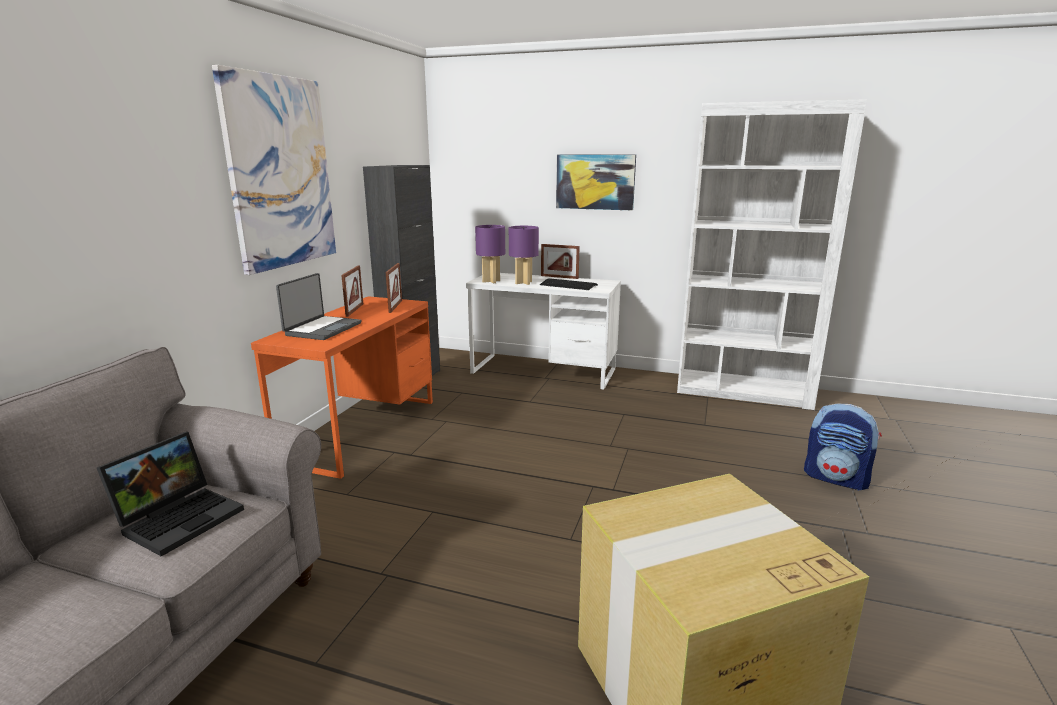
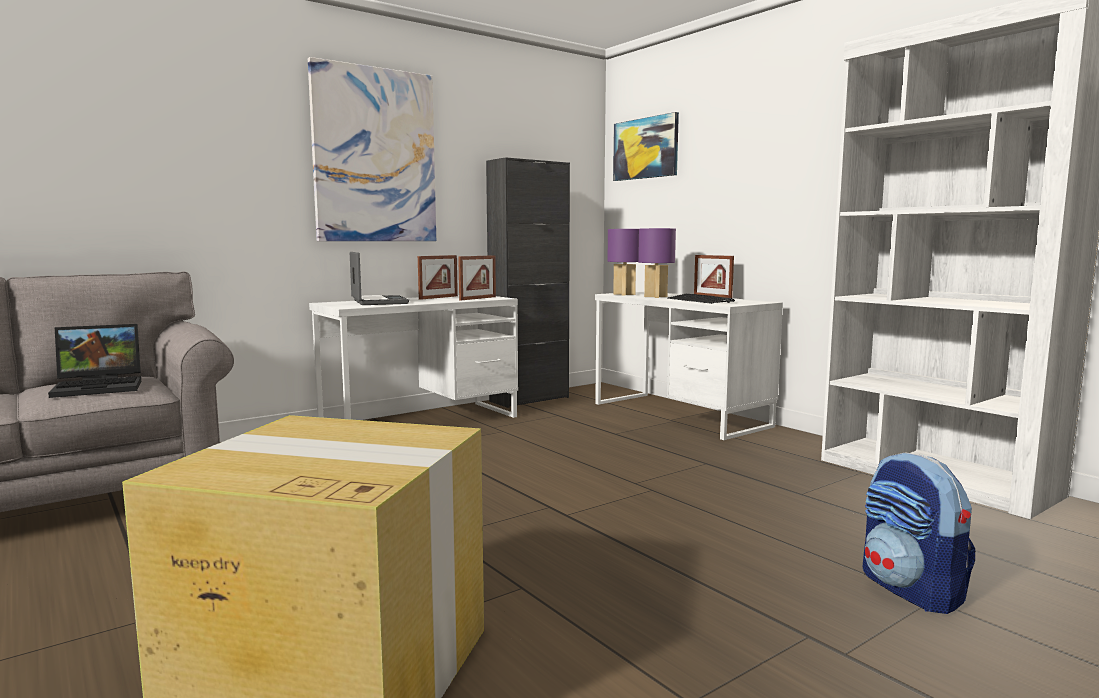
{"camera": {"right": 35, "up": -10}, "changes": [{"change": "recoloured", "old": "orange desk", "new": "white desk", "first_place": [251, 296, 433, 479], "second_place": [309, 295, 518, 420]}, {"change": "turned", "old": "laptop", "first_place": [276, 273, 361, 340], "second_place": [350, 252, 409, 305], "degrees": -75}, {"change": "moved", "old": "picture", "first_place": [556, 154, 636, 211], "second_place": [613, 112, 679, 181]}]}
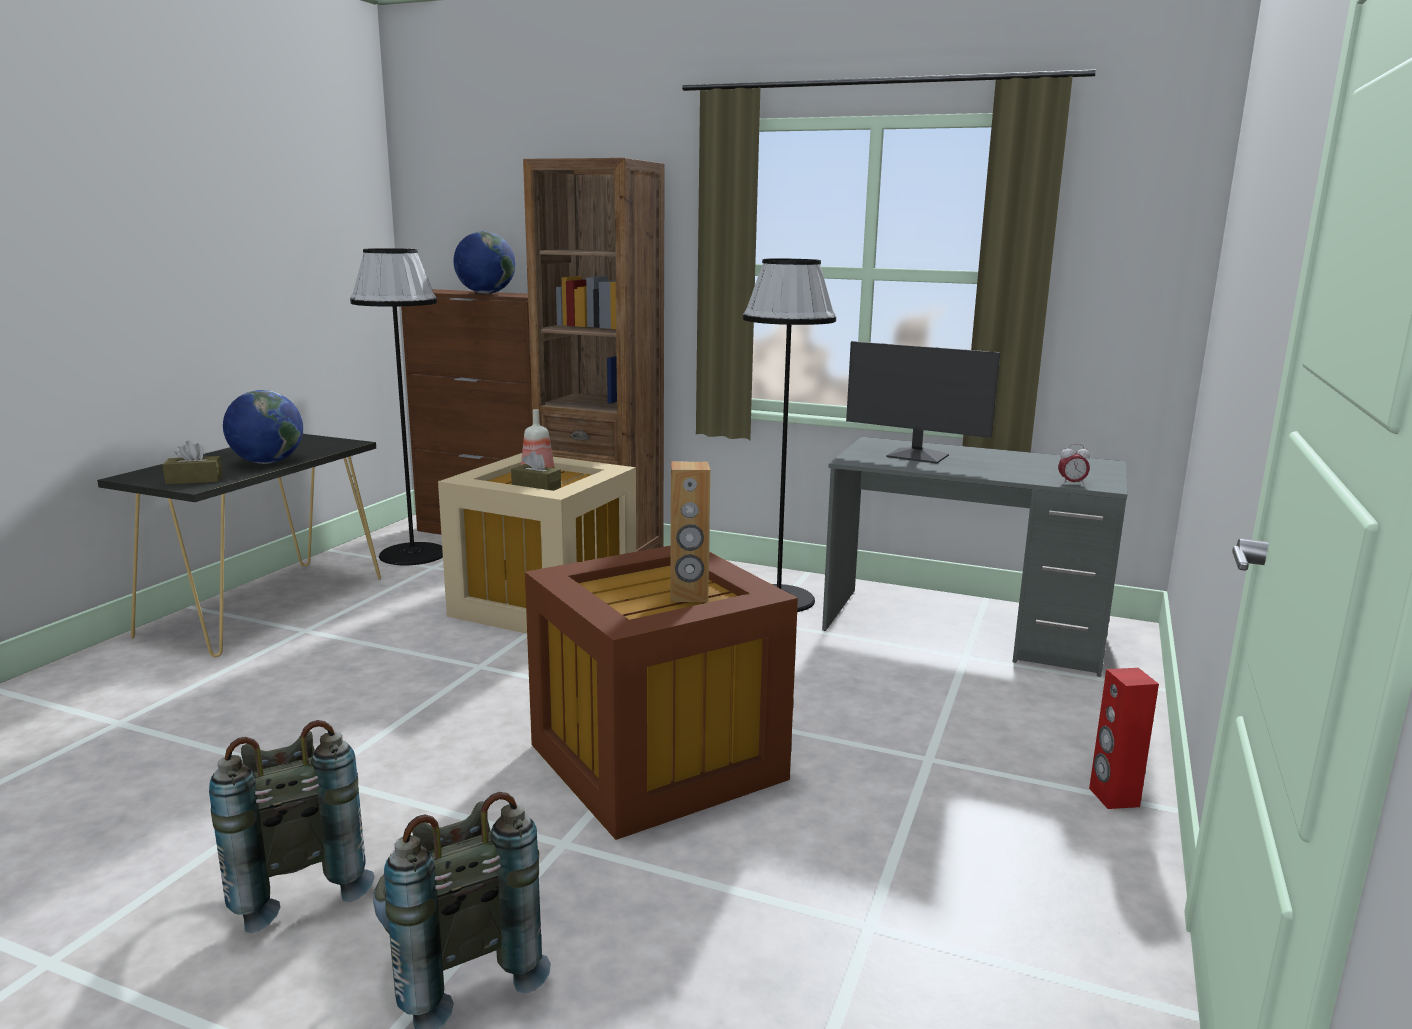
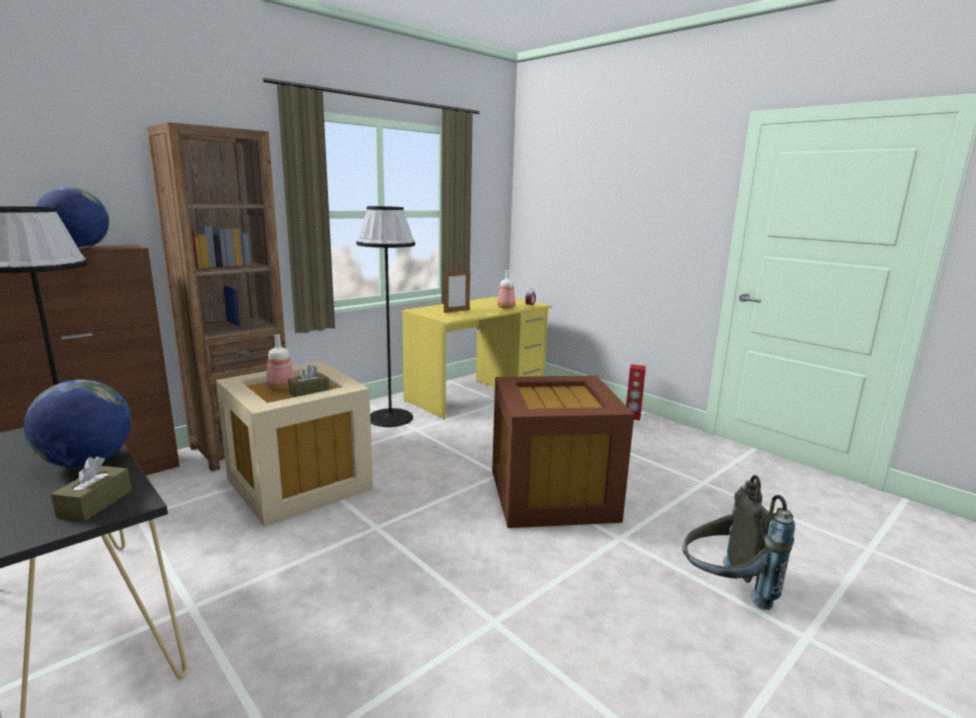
{"camera": {"right": -65, "up": 0}, "changes": [{"change": "recoloured", "old": "grey desk", "new": "yellow desk", "first_place": [822, 437, 1127, 677], "second_place": [401, 296, 552, 419]}, {"change": "replaced", "old": "monitor", "new": "picture frame", "first_place": [846, 341, 1000, 464], "second_place": [444, 268, 470, 313]}, {"change": "added", "new": "bottle", "second_place": [497, 270, 516, 309]}, {"change": "removed", "old": "grey backpack", "first_place": [209, 720, 375, 934]}, {"change": "removed", "old": "brown speaker", "first_place": [670, 461, 710, 602]}]}
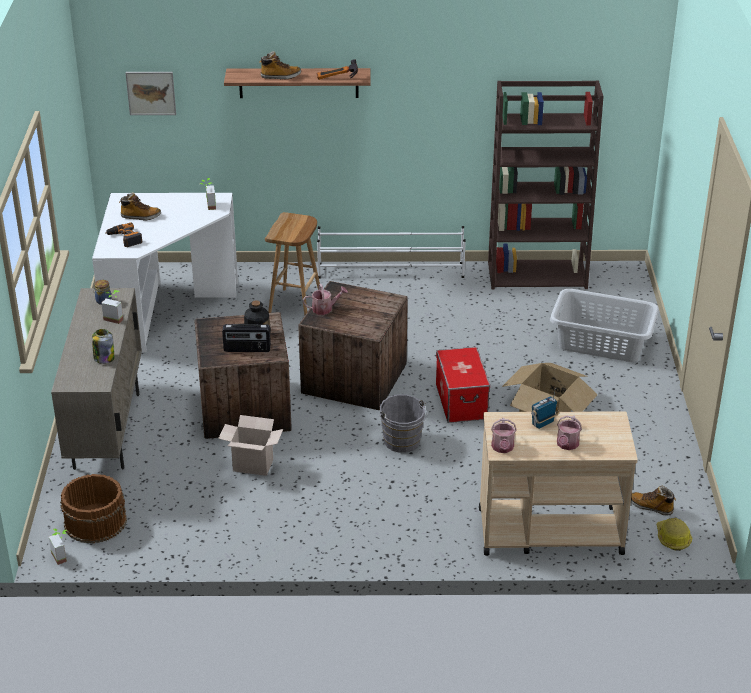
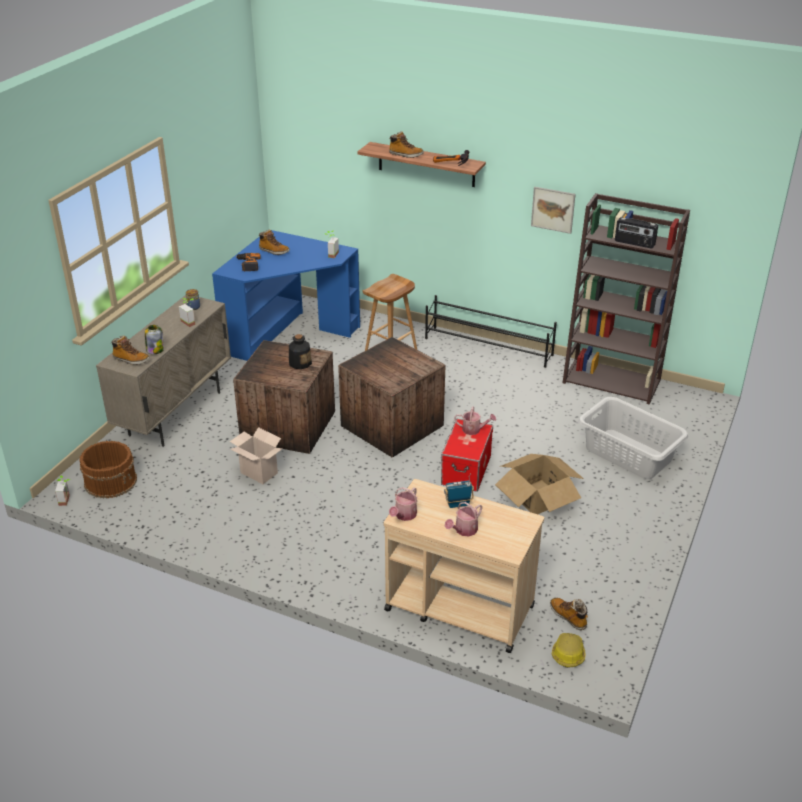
{"camera": {"right": 25, "up": 0}, "changes": [{"change": "added", "new": "boot", "second_place": [111, 336, 149, 365]}, {"change": "recoloured", "old": "white desk", "new": "blue desk", "first_place": [92, 193, 238, 352], "second_place": [212, 229, 360, 361]}, {"change": "recoloured", "old": "white shoe rack", "new": "black shoe rack", "first_place": [317, 226, 466, 278], "second_place": [425, 295, 557, 368]}, {"change": "moved", "old": "watering can", "first_place": [303, 284, 348, 315], "second_place": [454, 407, 496, 435]}, {"change": "moved", "old": "picture", "first_place": [125, 72, 176, 115], "second_place": [531, 187, 576, 234]}, {"change": "moved", "old": "radio", "first_place": [222, 324, 271, 352], "second_place": [615, 217, 658, 248]}, {"change": "removed", "old": "grey bucket", "first_place": [380, 394, 428, 453]}]}
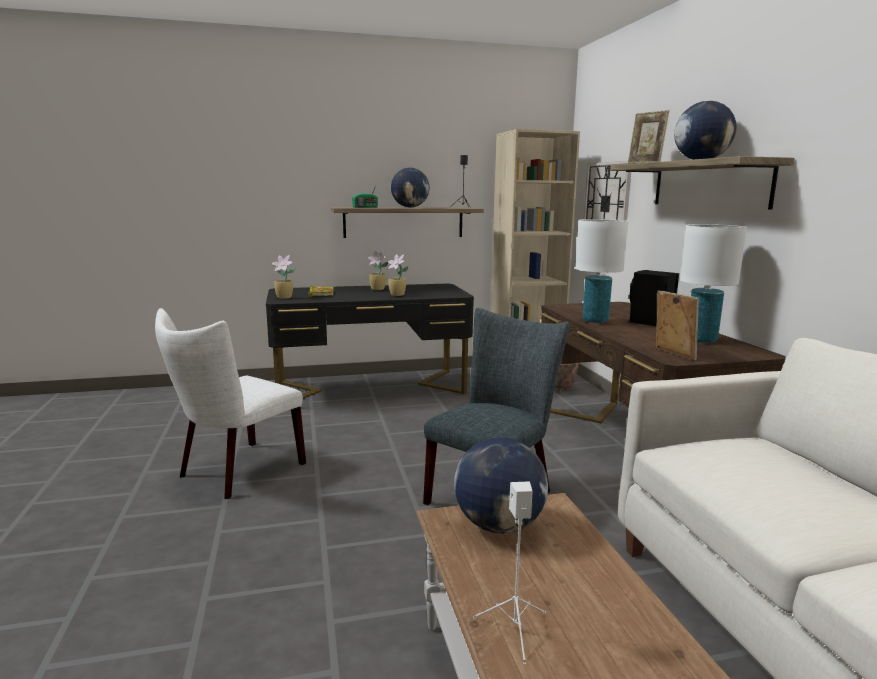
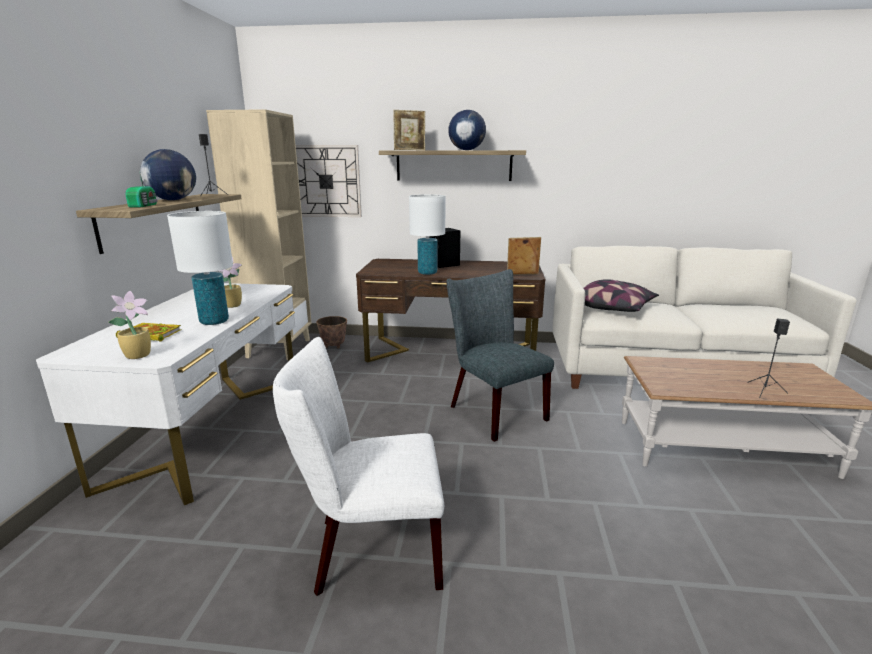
{"camera": {"right": -70, "up": 5}, "changes": [{"change": "recoloured", "old": "black desk", "new": "white desk", "first_place": [266, 284, 474, 399], "second_place": [36, 283, 295, 505]}, {"change": "moved", "old": "white table lamp", "first_place": [680, 224, 747, 343], "second_place": [167, 211, 233, 325]}, {"change": "turned", "old": "white chair", "first_place": [155, 308, 306, 499], "second_place": [273, 337, 444, 596], "degrees": 120}, {"change": "added", "new": "pillow", "second_place": [584, 279, 659, 312]}, {"change": "recoloured", "old": "white speaker", "new": "black speaker", "first_place": [473, 481, 546, 665], "second_place": [747, 319, 790, 398]}, {"change": "removed", "old": "potted plant", "first_place": [368, 251, 389, 290]}, {"change": "removed", "old": "globe", "first_place": [454, 437, 548, 533]}]}
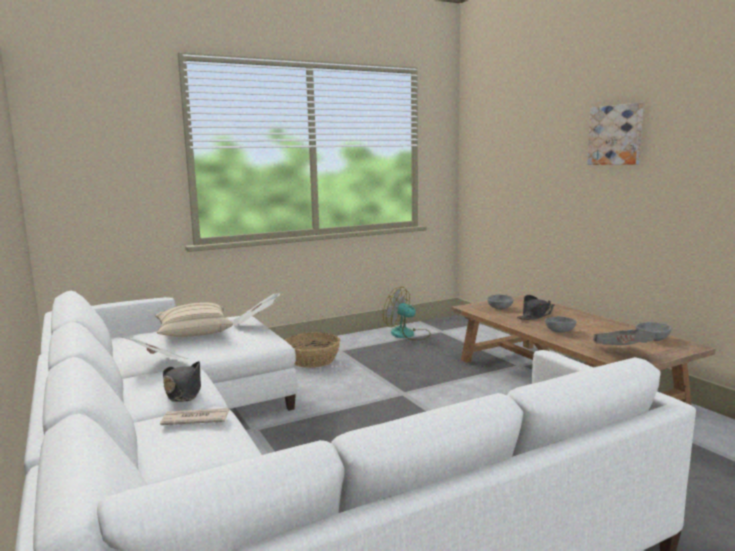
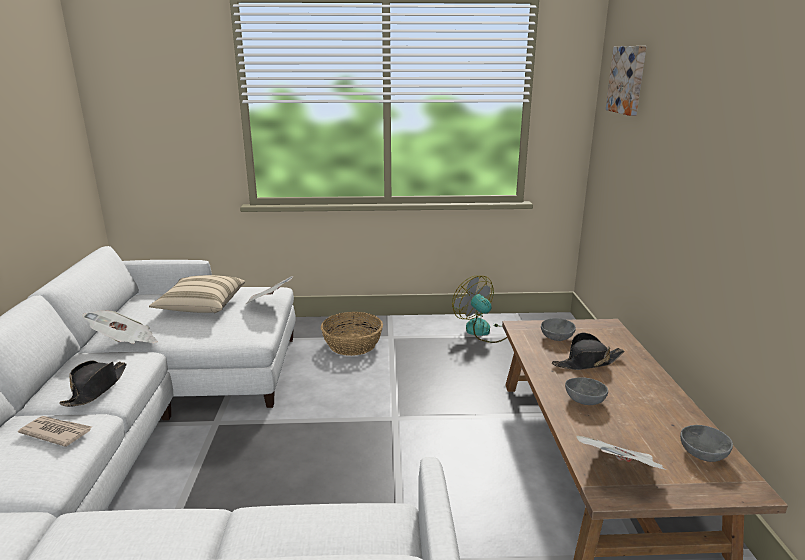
{"camera": {"right": 25, "up": 10}, "changes": [{"change": "moved", "old": "picture", "first_place": [587, 102, 644, 165], "second_place": [606, 46, 646, 116]}]}
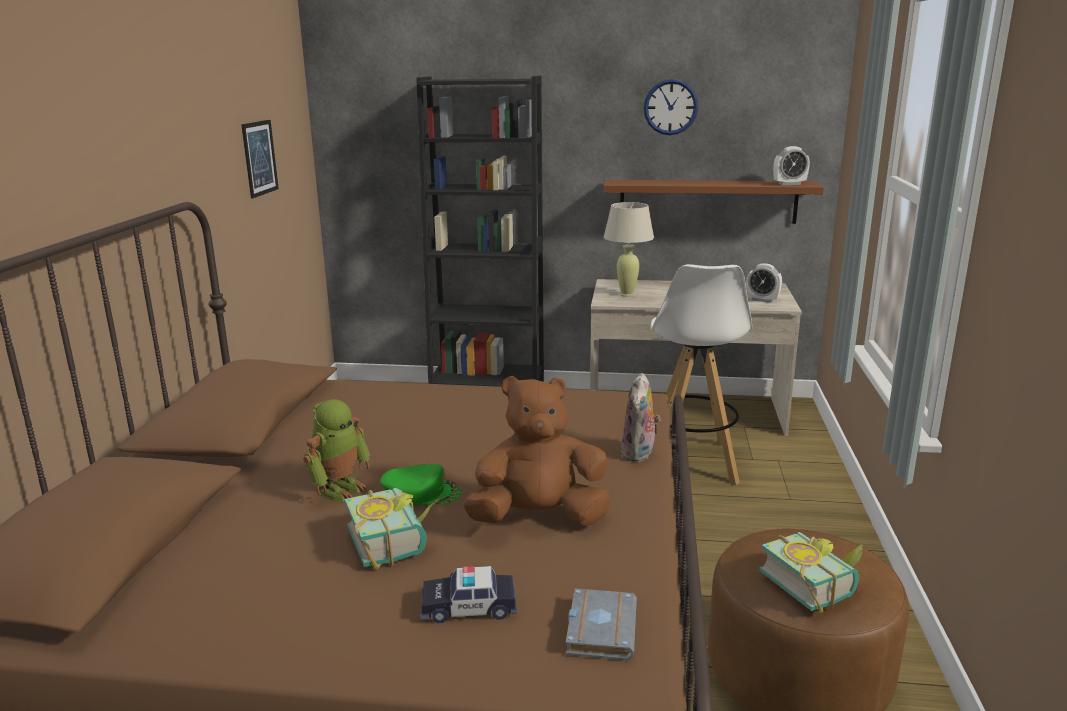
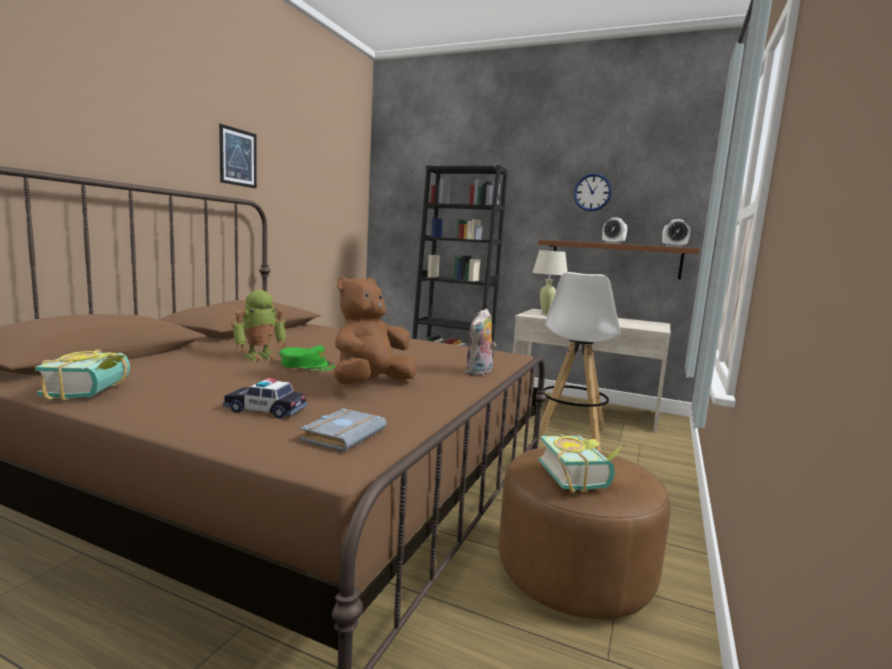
{"camera": {"right": 15, "up": -10}, "changes": [{"change": "moved", "old": "book", "first_place": [345, 488, 440, 569], "second_place": [35, 350, 130, 401]}, {"change": "moved", "old": "picture", "first_place": [241, 120, 279, 199], "second_place": [219, 124, 257, 188]}, {"change": "turned", "old": "brown plush toy", "first_place": [463, 376, 611, 526], "second_place": [334, 276, 416, 384], "degrees": -60}, {"change": "moved", "old": "alarm clock", "first_place": [746, 263, 782, 303], "second_place": [602, 217, 627, 244]}]}
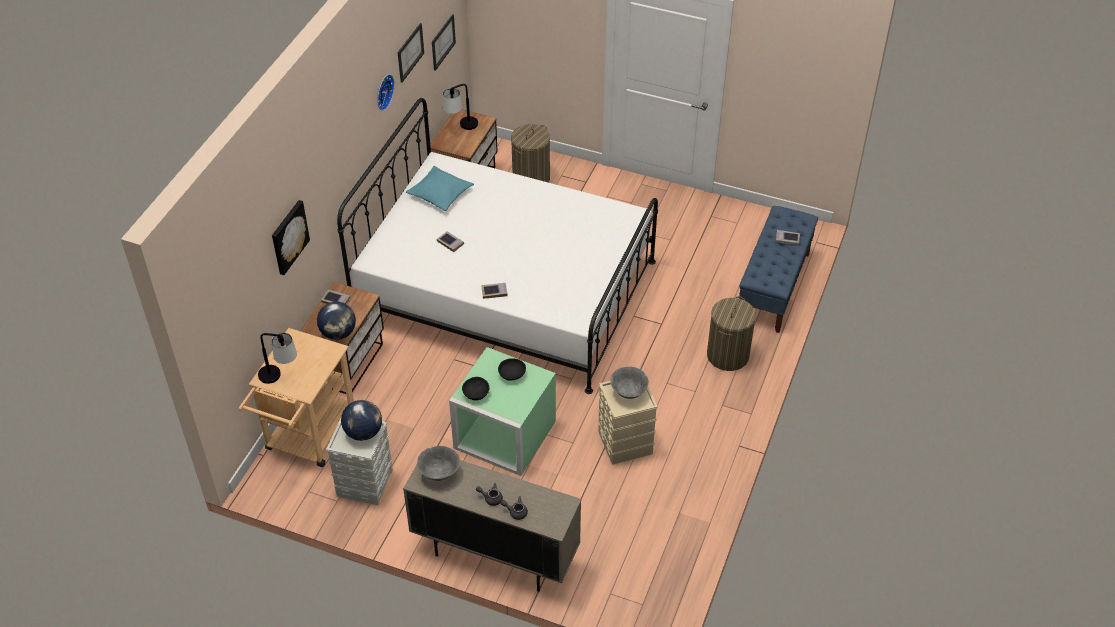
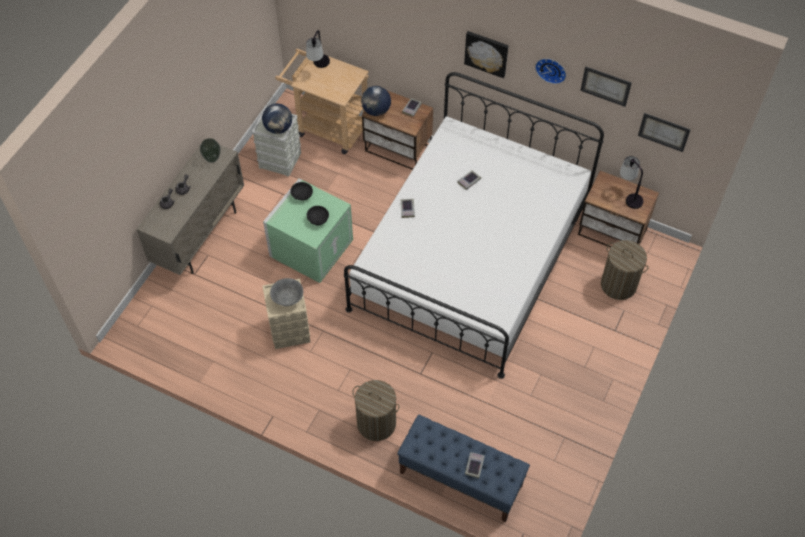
{"camera": {"right": 95, "up": 10}, "changes": [{"change": "replaced", "old": "grey bowl", "new": "vase", "first_place": [417, 446, 460, 481], "second_place": [200, 138, 220, 163]}, {"change": "moved", "old": "picture", "first_place": [272, 200, 310, 275], "second_place": [464, 31, 509, 78]}, {"change": "removed", "old": "turquoise pillow", "first_place": [406, 166, 474, 211]}]}
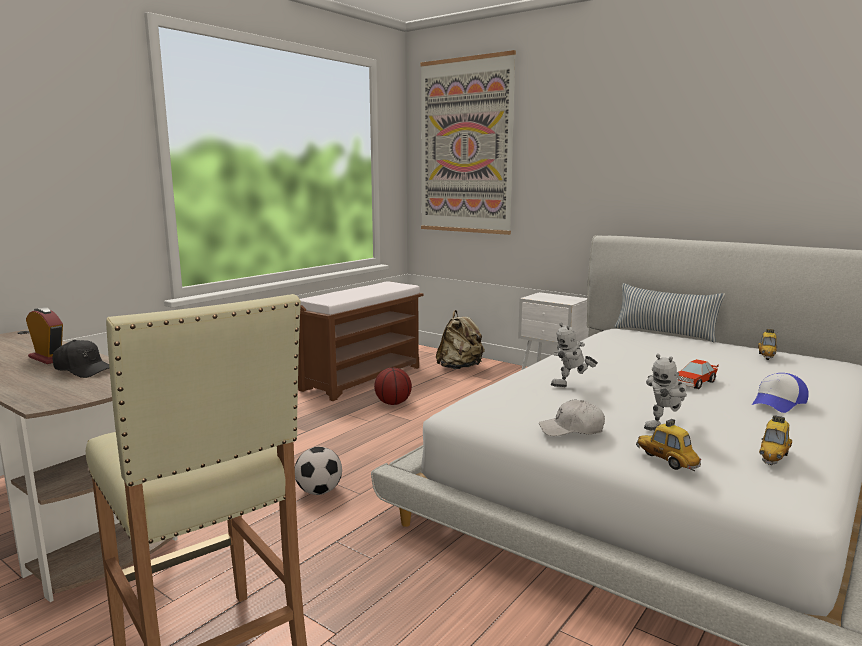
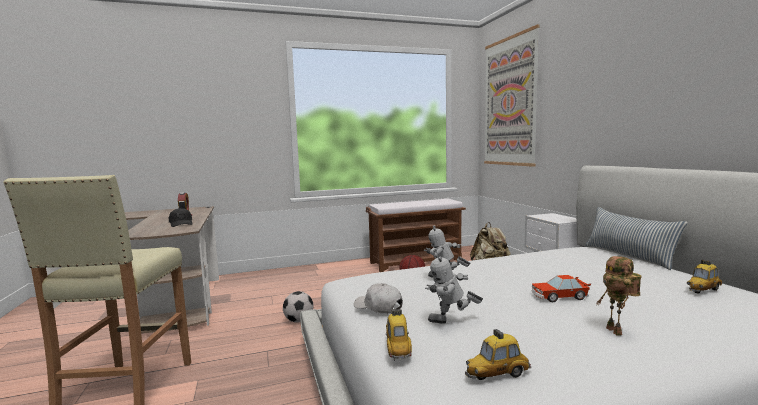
{"camera": {"right": 35, "up": -5}, "changes": [{"change": "replaced", "old": "cap", "new": "toy robot", "first_place": [752, 373, 809, 413], "second_place": [596, 256, 642, 336]}]}
